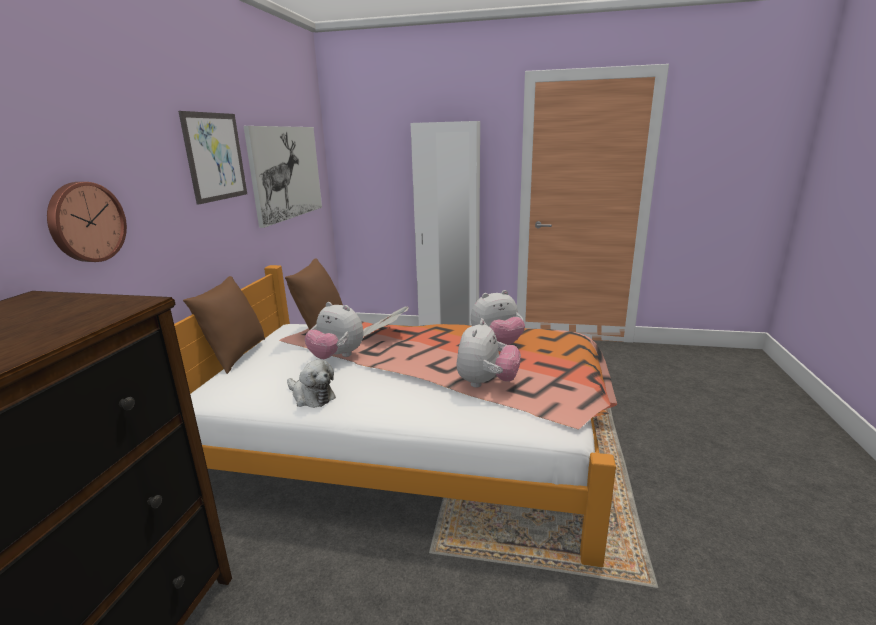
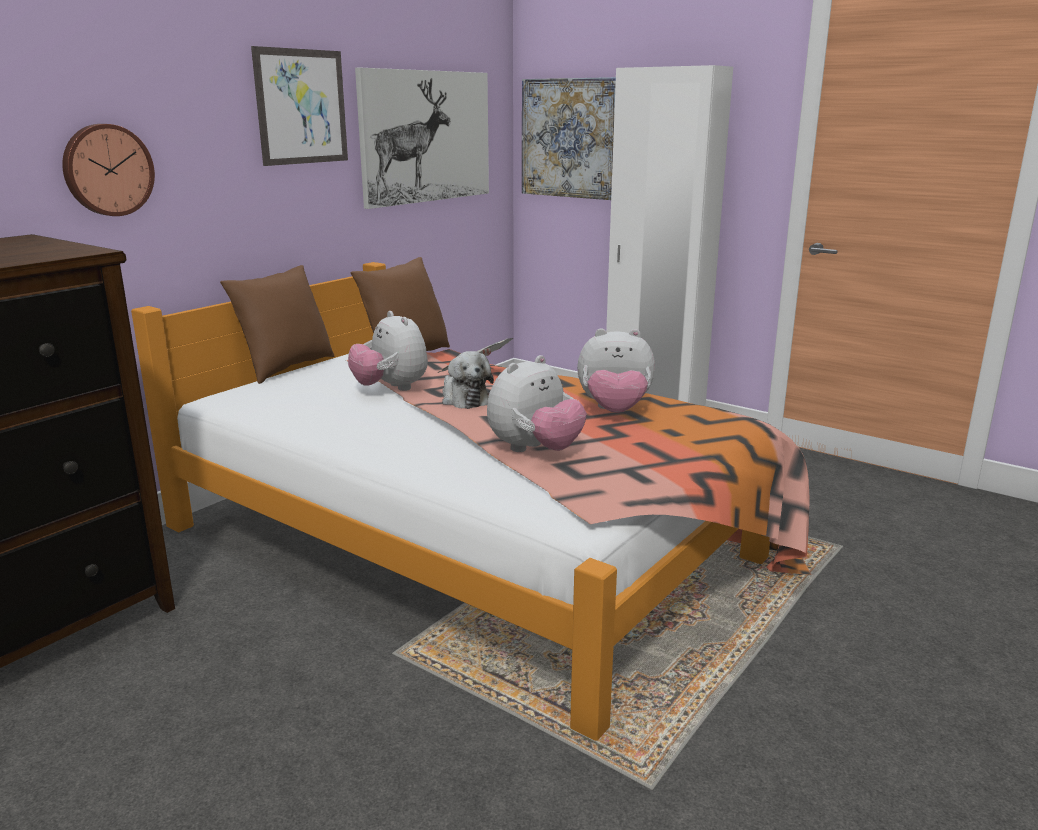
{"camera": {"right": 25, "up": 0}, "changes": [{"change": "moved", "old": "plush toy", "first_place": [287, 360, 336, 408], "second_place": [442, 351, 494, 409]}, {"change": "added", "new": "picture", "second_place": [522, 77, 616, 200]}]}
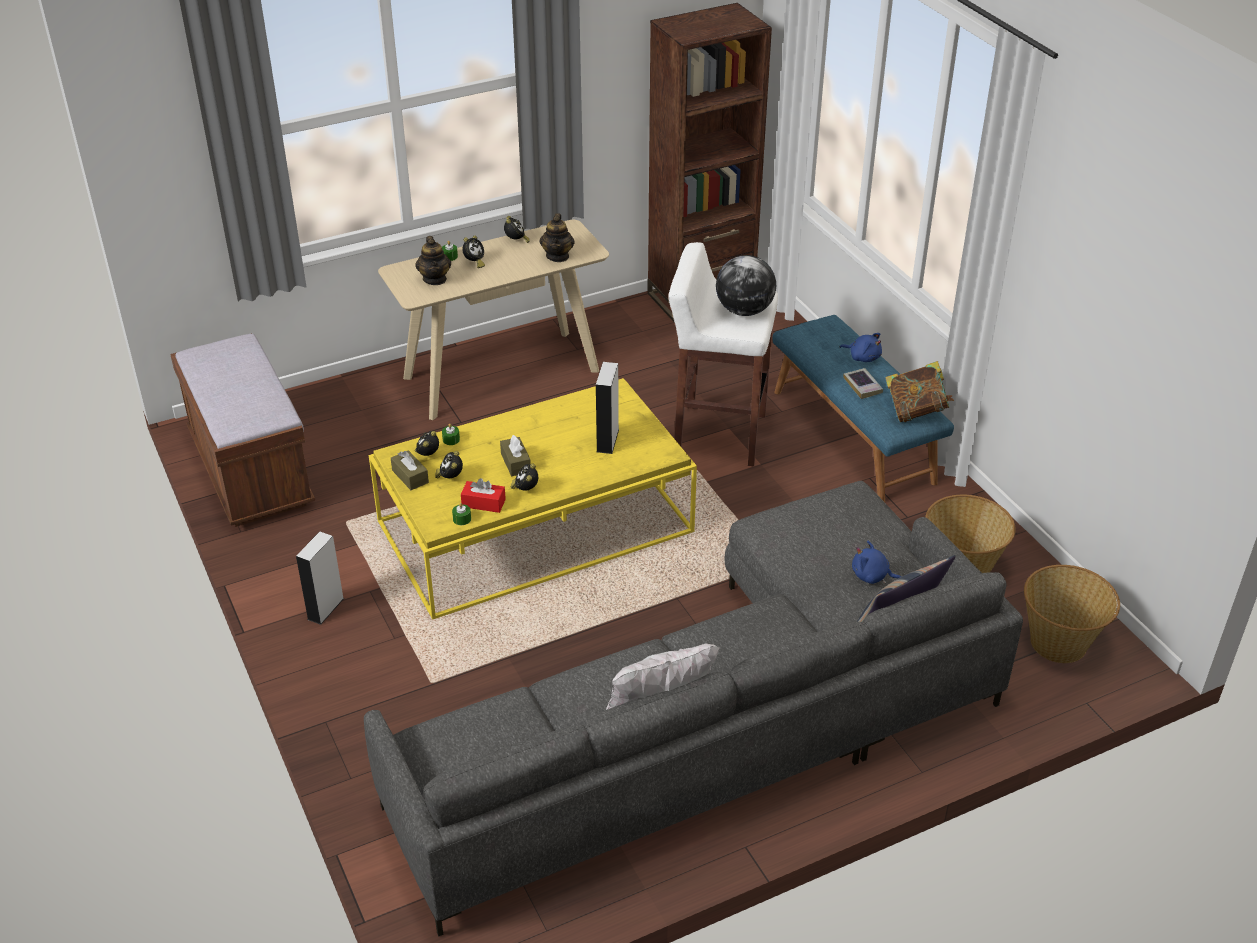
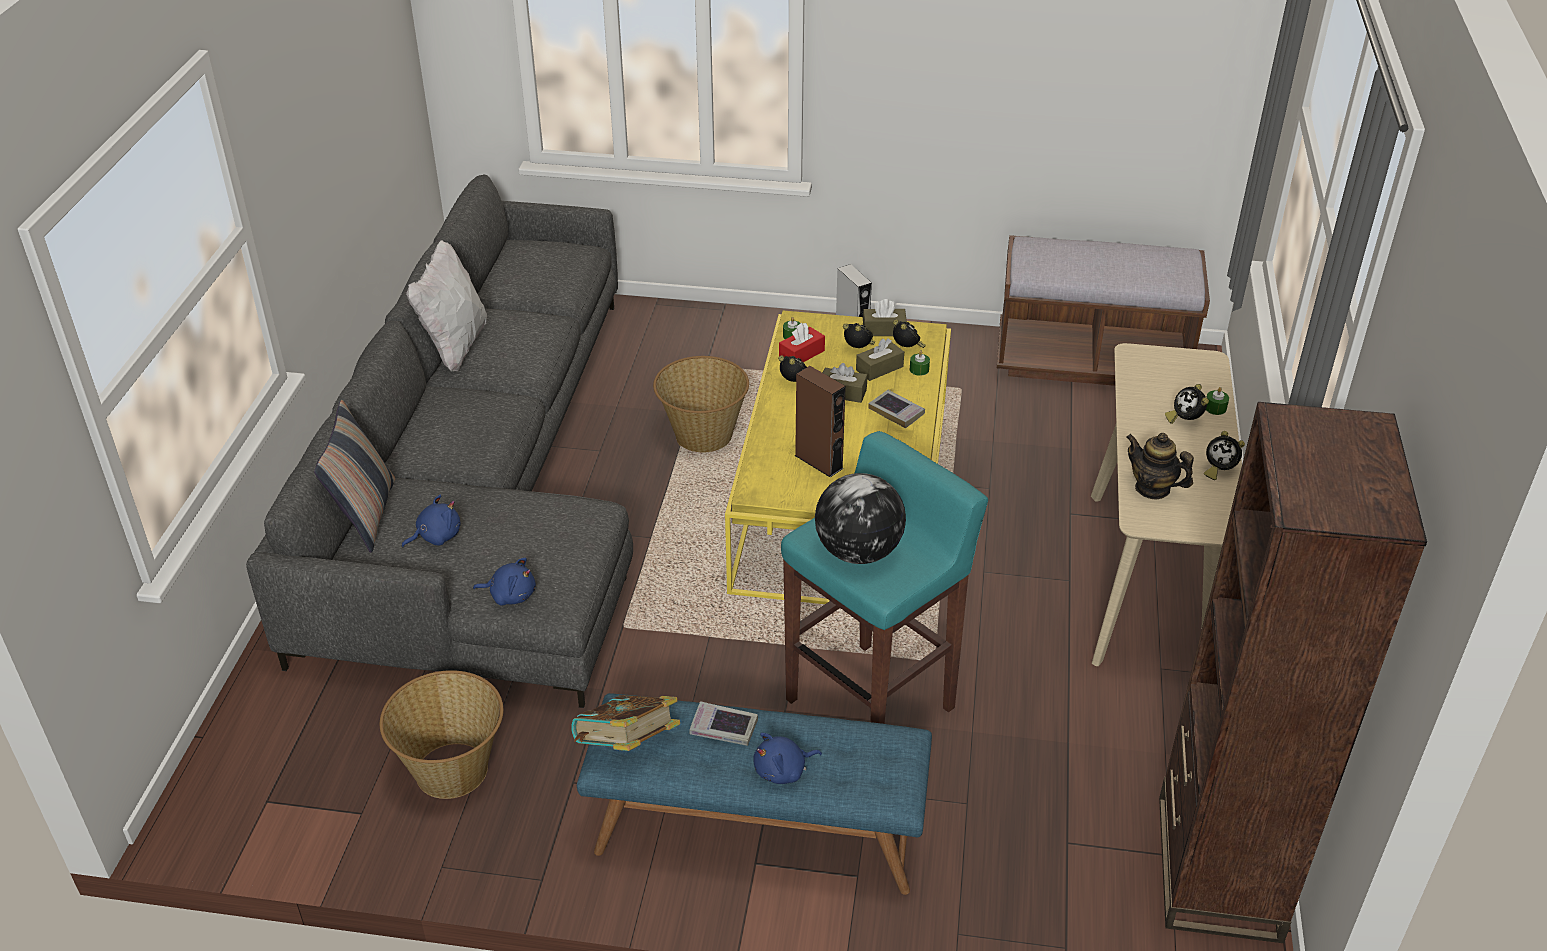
{"camera": {"right": 125, "up": 0}, "changes": [{"change": "added", "new": "blue plush toy", "second_place": [473, 558, 536, 606]}, {"change": "moved", "old": "basket", "first_place": [1024, 565, 1120, 663], "second_place": [653, 356, 749, 452]}, {"change": "recoloured", "old": "white stool", "new": "turquoise stool", "first_place": [668, 242, 778, 467], "second_place": [781, 431, 988, 724]}, {"change": "recoloured", "old": "grey speaker", "new": "brown speaker", "first_place": [596, 362, 619, 454], "second_place": [794, 366, 846, 477]}, {"change": "added", "new": "brown tissue box", "second_place": [856, 338, 904, 381]}, {"change": "added", "new": "book", "second_place": [868, 390, 925, 428]}, {"change": "removed", "old": "teapot", "first_place": [415, 236, 451, 285]}]}
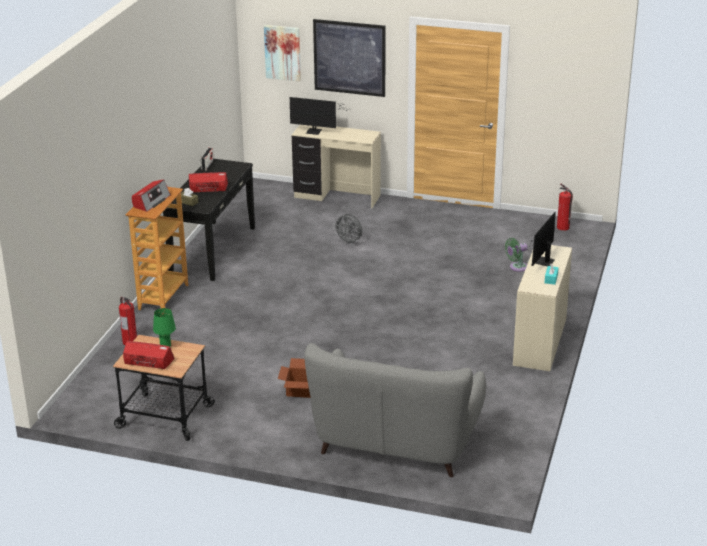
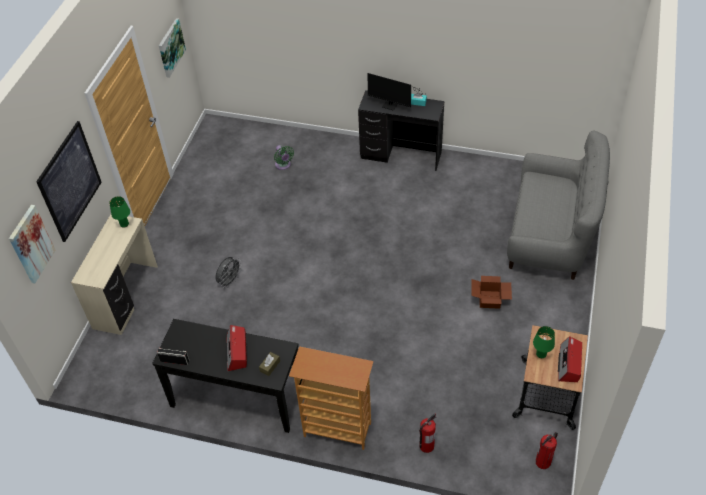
{"camera": {"right": -90, "up": 20}, "changes": [{"change": "added", "new": "green table lamp", "second_place": [109, 196, 130, 228]}, {"change": "added", "new": "picture", "second_place": [159, 18, 186, 78]}, {"change": "recoloured", "old": "beige desk", "new": "black desk", "first_place": [513, 245, 572, 371], "second_place": [358, 90, 444, 171]}, {"change": "moved", "old": "fire extinguisher", "first_place": [557, 184, 573, 231], "second_place": [536, 432, 558, 469]}, {"change": "removed", "old": "radio", "first_place": [132, 180, 171, 212]}, {"change": "removed", "old": "monitor", "first_place": [290, 97, 348, 135]}]}
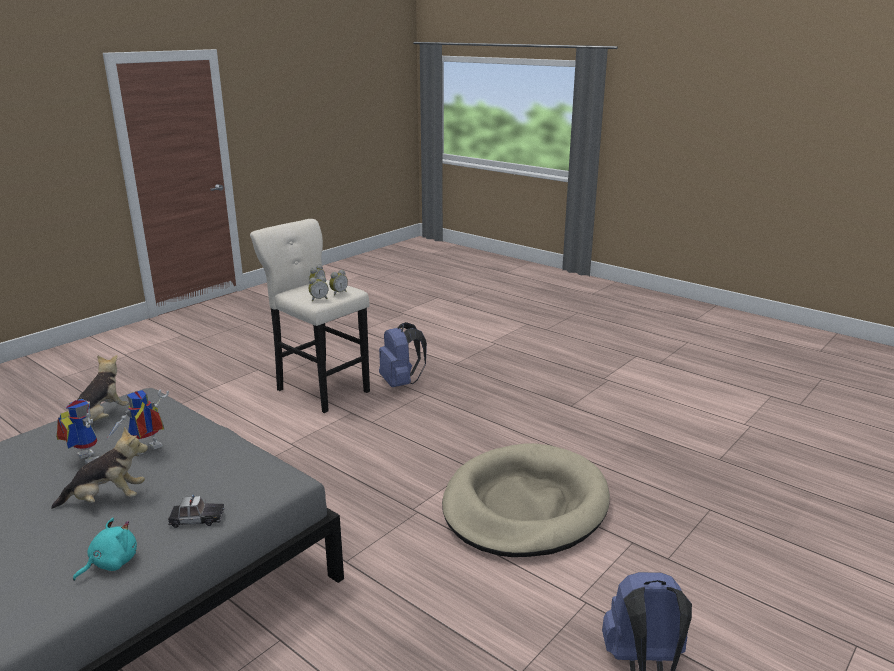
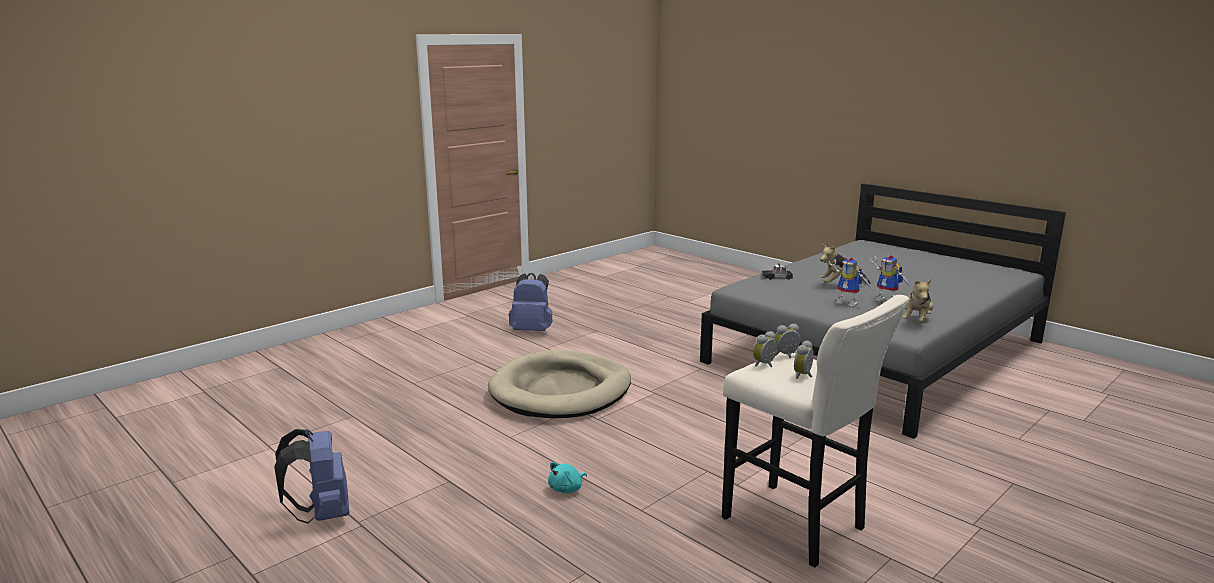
{"camera": {"right": -175, "up": -5}, "changes": [{"change": "moved", "old": "blue backpack", "first_place": [379, 322, 427, 387], "second_place": [274, 429, 349, 523]}, {"change": "moved", "old": "turquoise plush toy", "first_place": [73, 518, 137, 581], "second_place": [548, 462, 587, 493]}, {"change": "turned", "old": "toy robot", "first_place": [107, 390, 169, 454], "second_place": [829, 258, 874, 307], "degrees": 75}]}
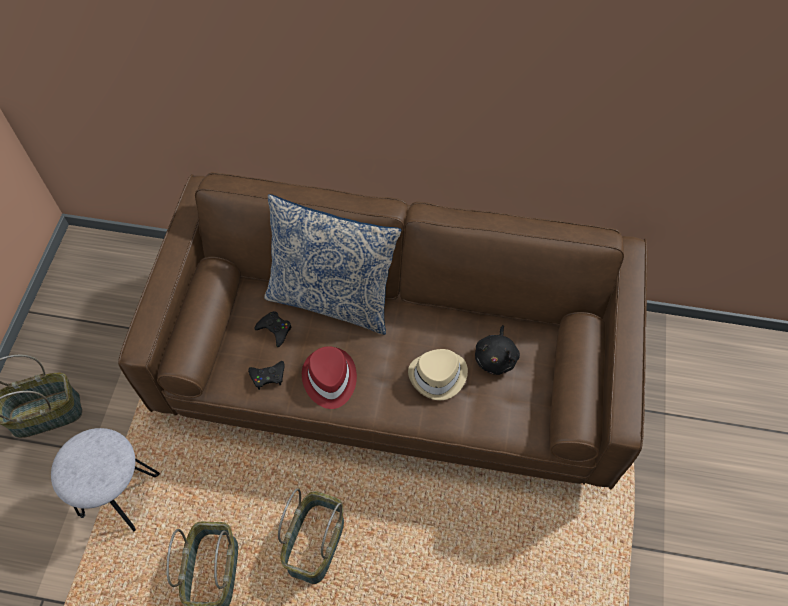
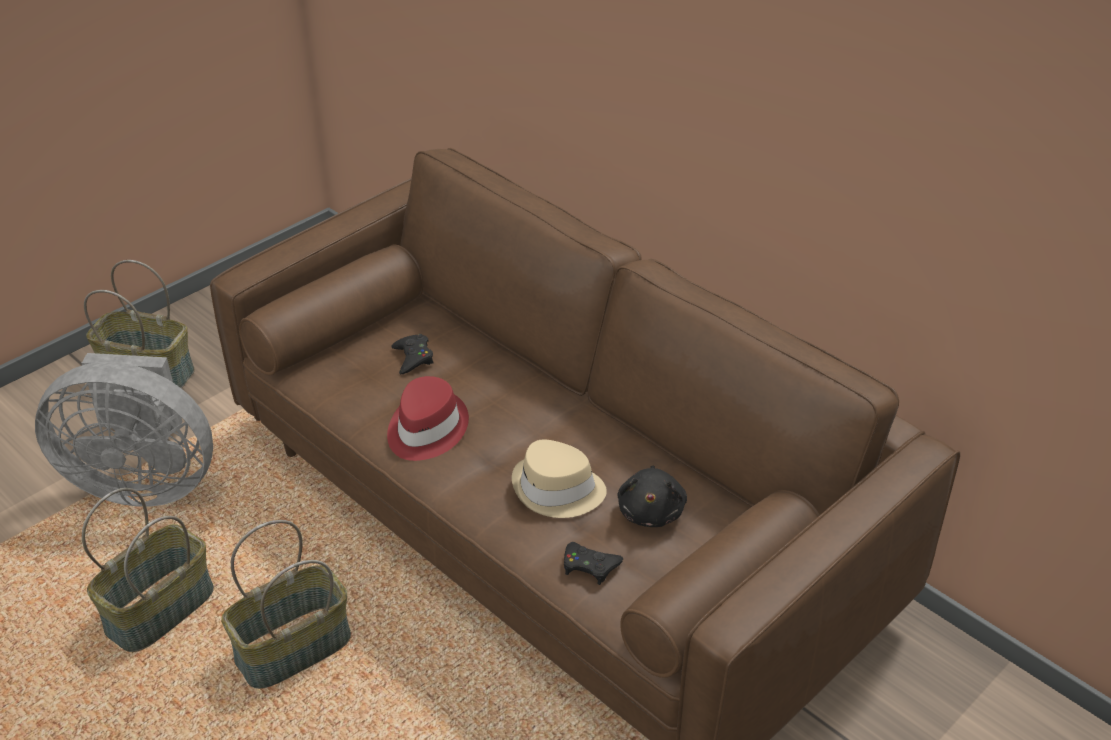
{"camera": {"right": 35, "up": -20}, "changes": [{"change": "replaced", "old": "grey stool", "new": "grey fan", "first_place": [51, 428, 160, 531], "second_place": [35, 353, 213, 507]}, {"change": "moved", "old": "black game controller", "first_place": [248, 361, 284, 390], "second_place": [564, 542, 623, 585]}, {"change": "turned", "old": "black plush toy", "first_place": [475, 325, 520, 375], "second_place": [617, 466, 687, 527], "degrees": -45}, {"change": "removed", "old": "pillow", "first_place": [264, 194, 401, 335]}]}
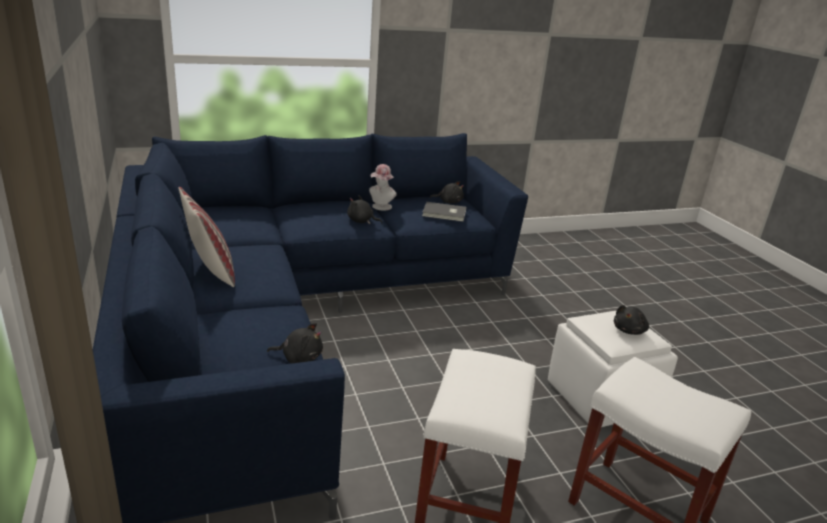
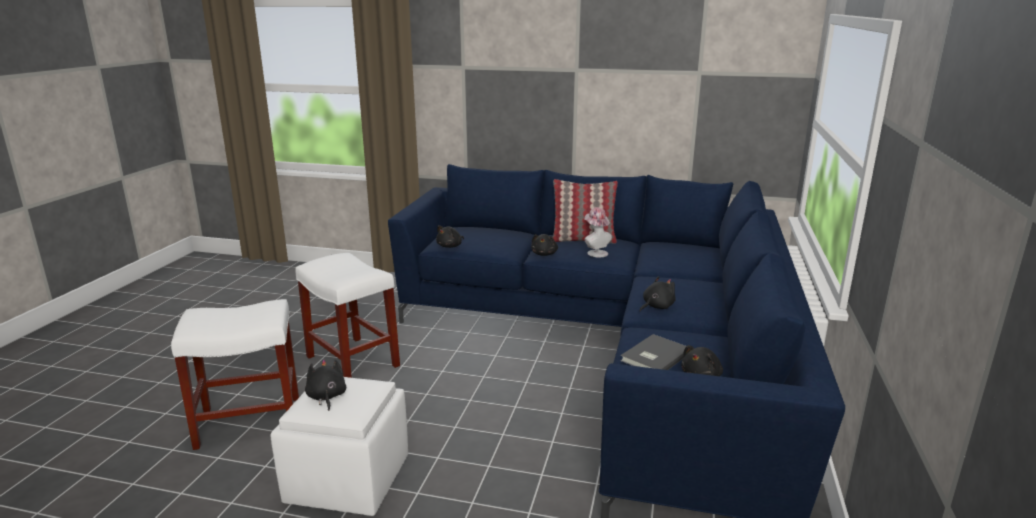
{"camera": {"right": 125, "up": -5}, "changes": [{"change": "added", "new": "black plush toy", "second_place": [531, 234, 558, 256]}, {"change": "moved", "old": "hat", "first_place": [369, 164, 397, 210], "second_place": [584, 207, 612, 257]}]}
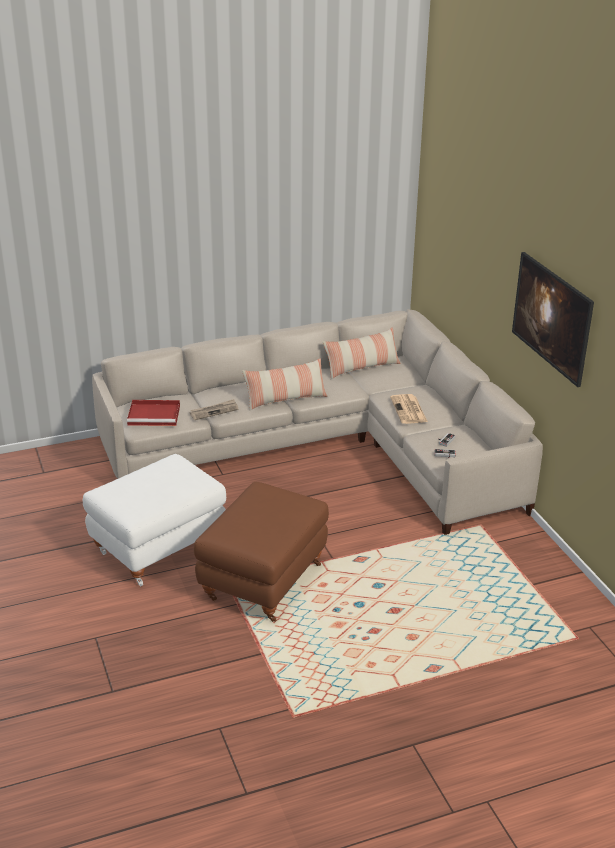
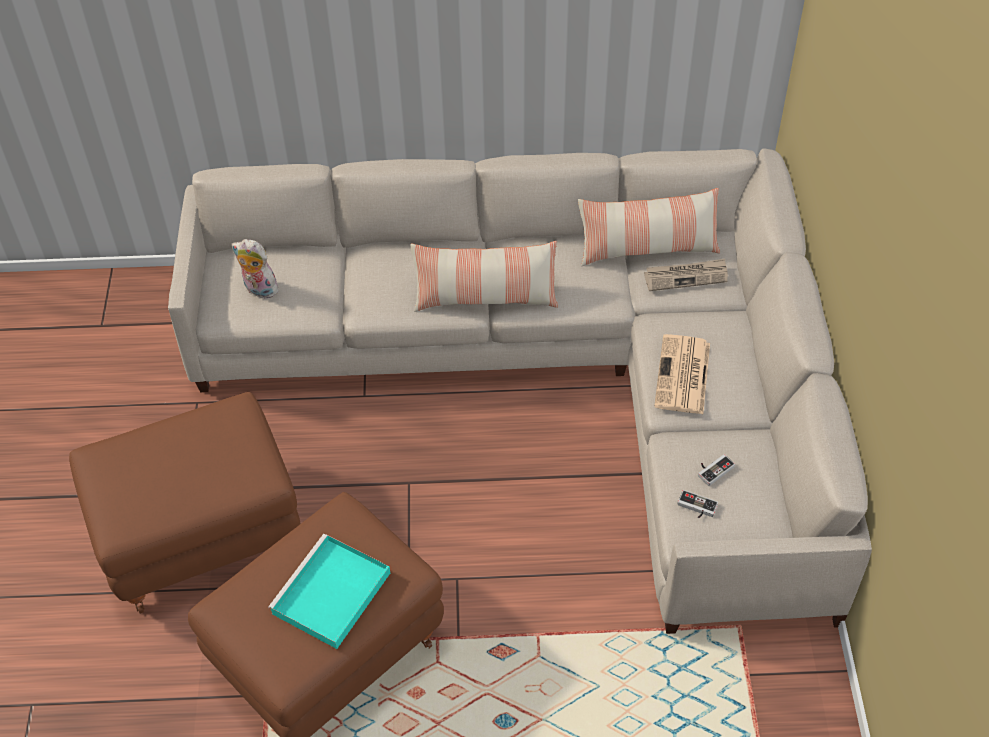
{"camera": {"right": 20, "up": 20}, "changes": [{"change": "recoloured", "old": "white ottoman", "new": "brown ottoman", "first_place": [83, 454, 226, 586], "second_place": [69, 392, 301, 614]}, {"change": "replaced", "old": "red tray", "new": "plush toy", "first_place": [127, 400, 180, 426], "second_place": [232, 239, 280, 298]}, {"change": "added", "new": "turquoise tray", "second_place": [268, 534, 390, 649]}, {"change": "moved", "old": "newspaper", "first_place": [189, 399, 238, 420], "second_place": [644, 259, 728, 291]}, {"change": "removed", "old": "picture", "first_place": [512, 252, 594, 387]}]}
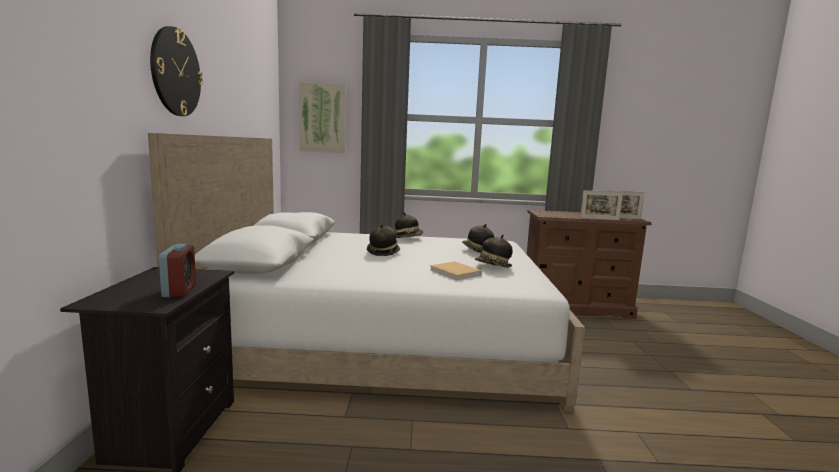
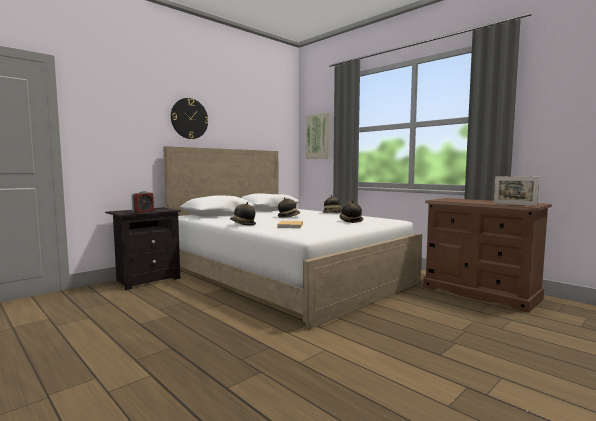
{"camera": {"right": 45, "up": -5}, "changes": [{"change": "moved", "old": "hat", "first_place": [475, 234, 513, 268], "second_place": [230, 202, 256, 226]}, {"change": "removed", "old": "picture frame", "first_place": [580, 190, 623, 220]}]}
